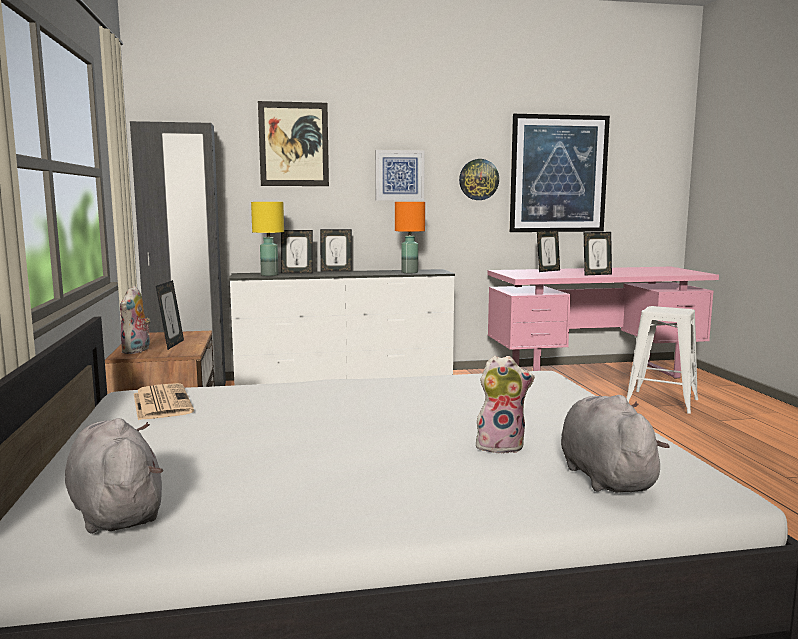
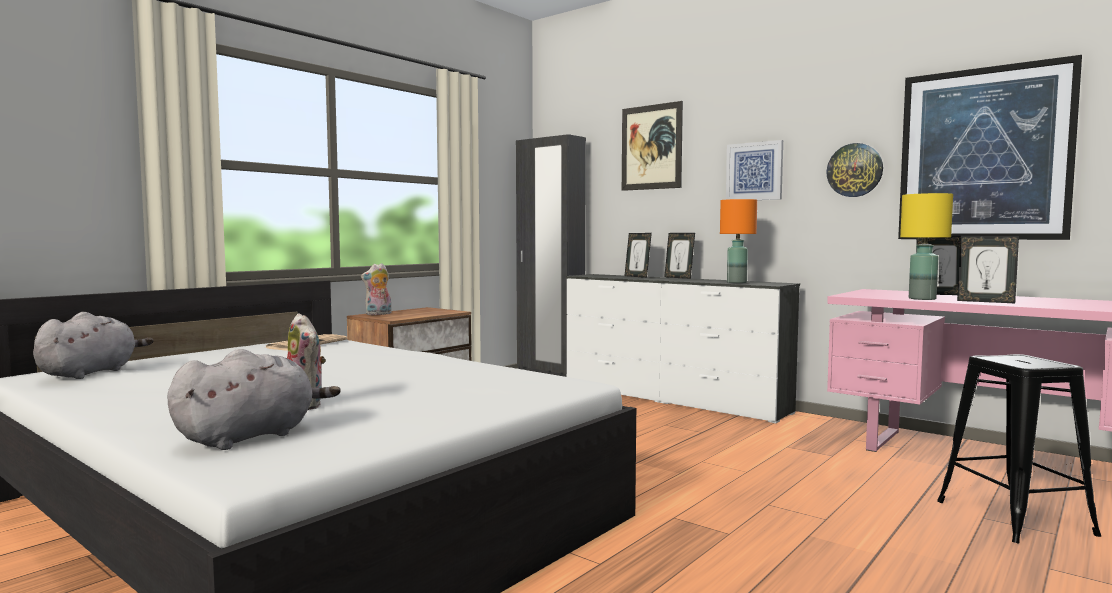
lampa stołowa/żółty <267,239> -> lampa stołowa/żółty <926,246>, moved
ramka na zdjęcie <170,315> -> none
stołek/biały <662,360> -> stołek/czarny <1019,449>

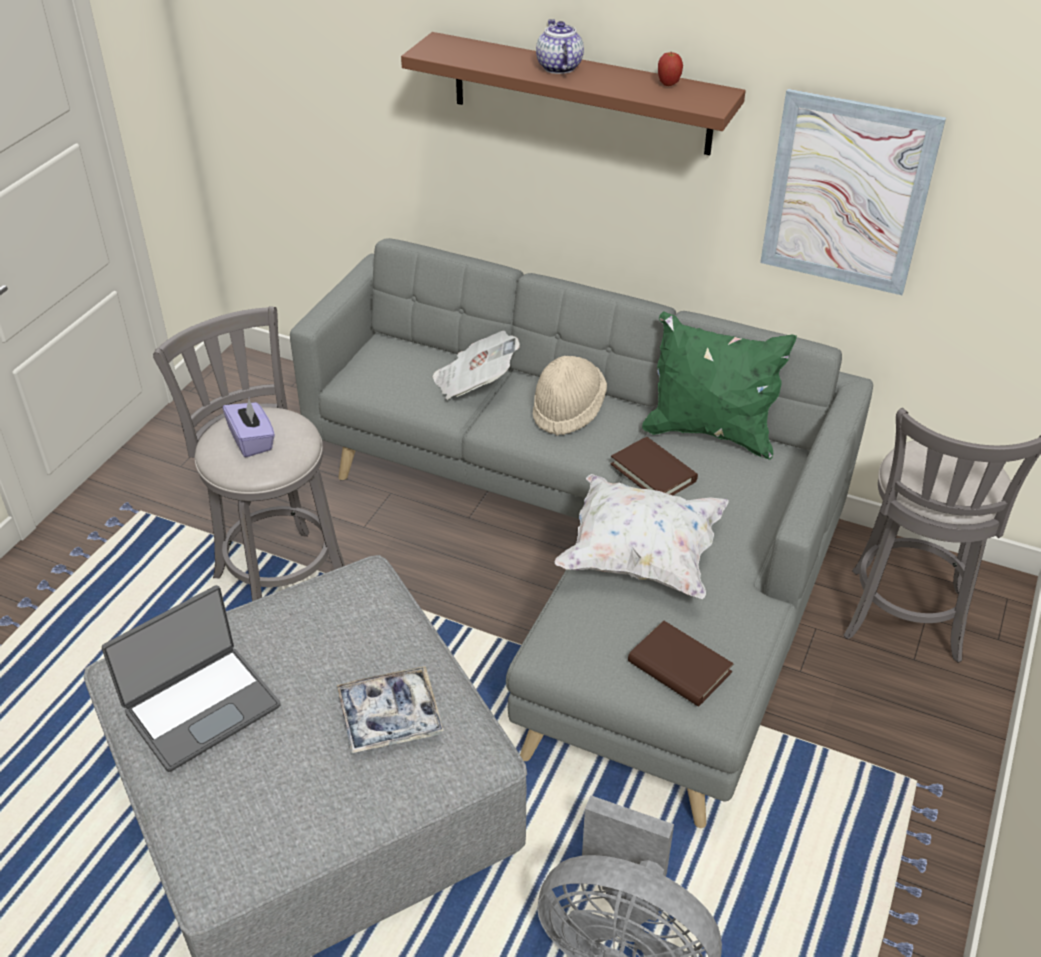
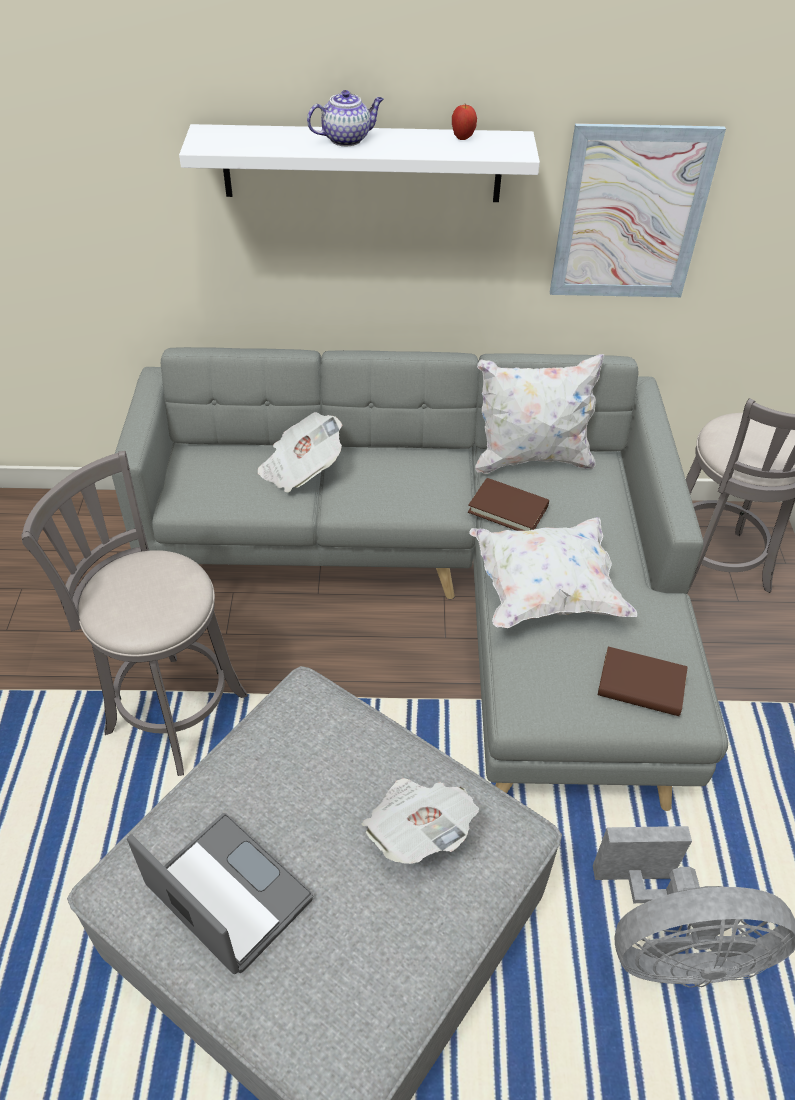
imbryk <560,46> -> imbryk <345,118>, 105 degrees clockwise
półka/brązowy <573,93> -> półka/biały <359,163>
poduszka/zielony <719,385> -> poduszka/biały <539,414>
kapelusz/beżowy <569,396> -> none
pudełko chusteczek/fioletowy <248,428> -> none
laptop <191,678> -> laptop <220,893>, 75 degrees counterclockwise
taca <390,710> -> gazeta <420,821>

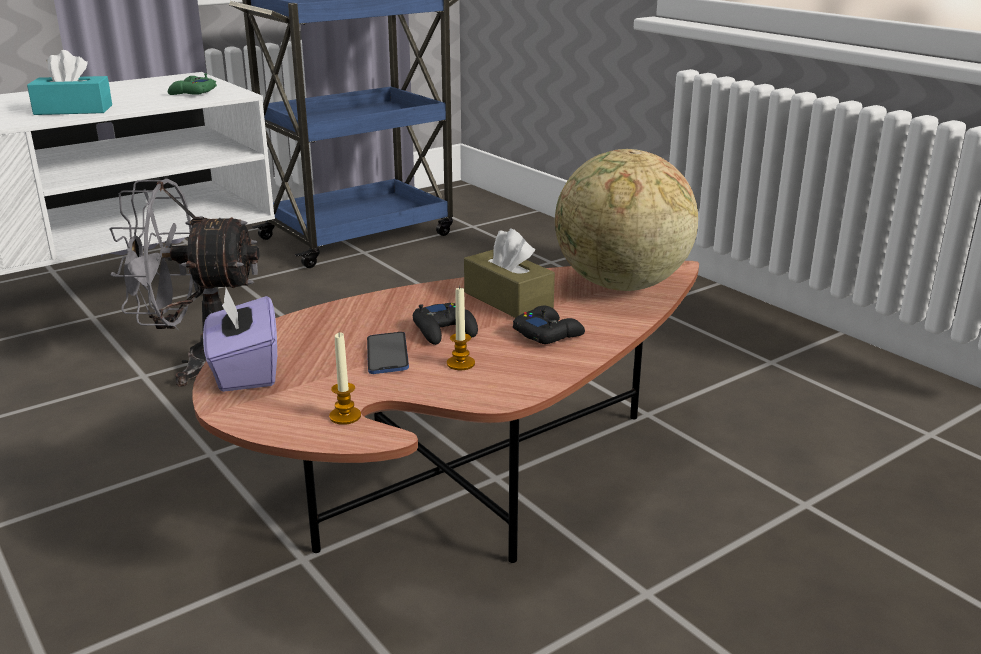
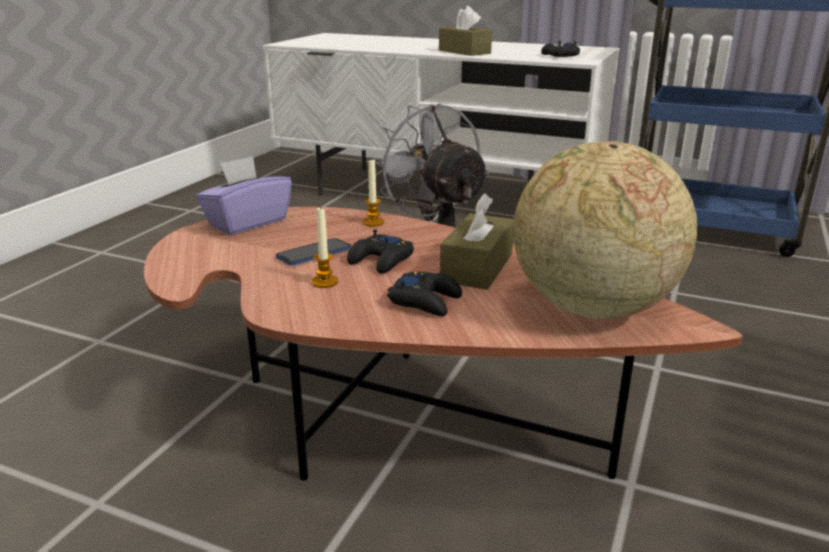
pudełko chusteczek/turkusowy <69,82> -> pudełko chusteczek/brązowy <465,31>
pad do gier/zielony <192,84> -> pad do gier/czarny <560,49>
świeca <345,379> -> świeca <373,192>, moved

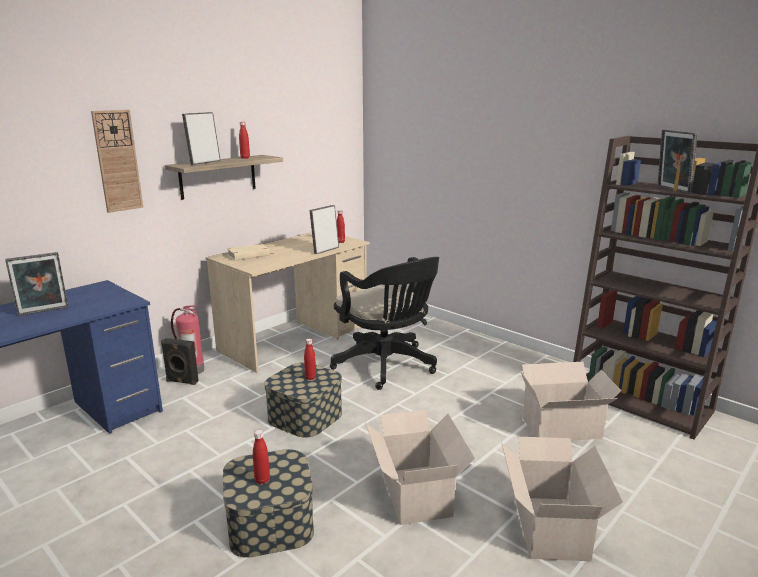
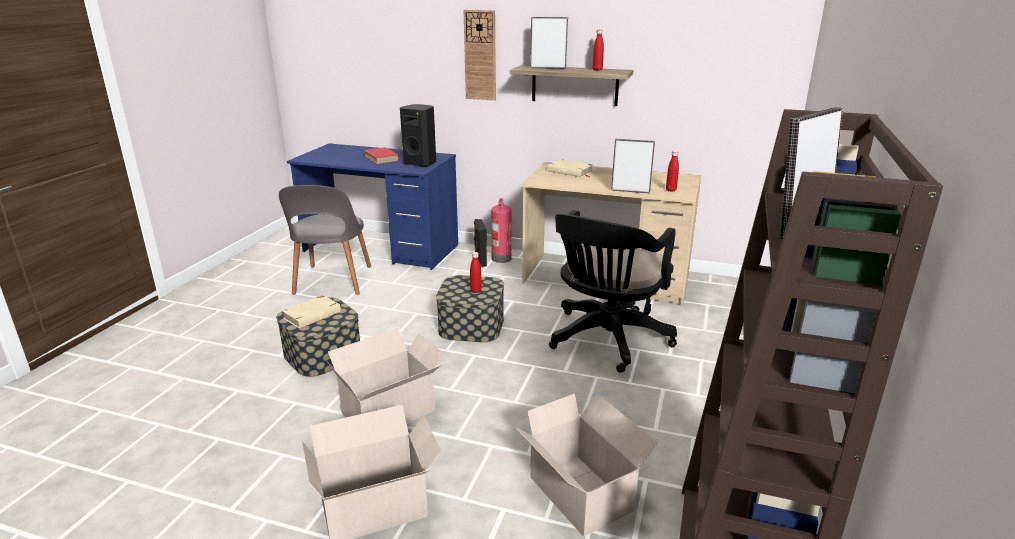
ramka na zdjęcie <36,284> -> książka/czerwony <381,156>
butelka/czerwony <261,457> -> książka/beżowy <313,312>
none -> głośnik/czarny <418,135>
none -> krzesło/szary <325,240>

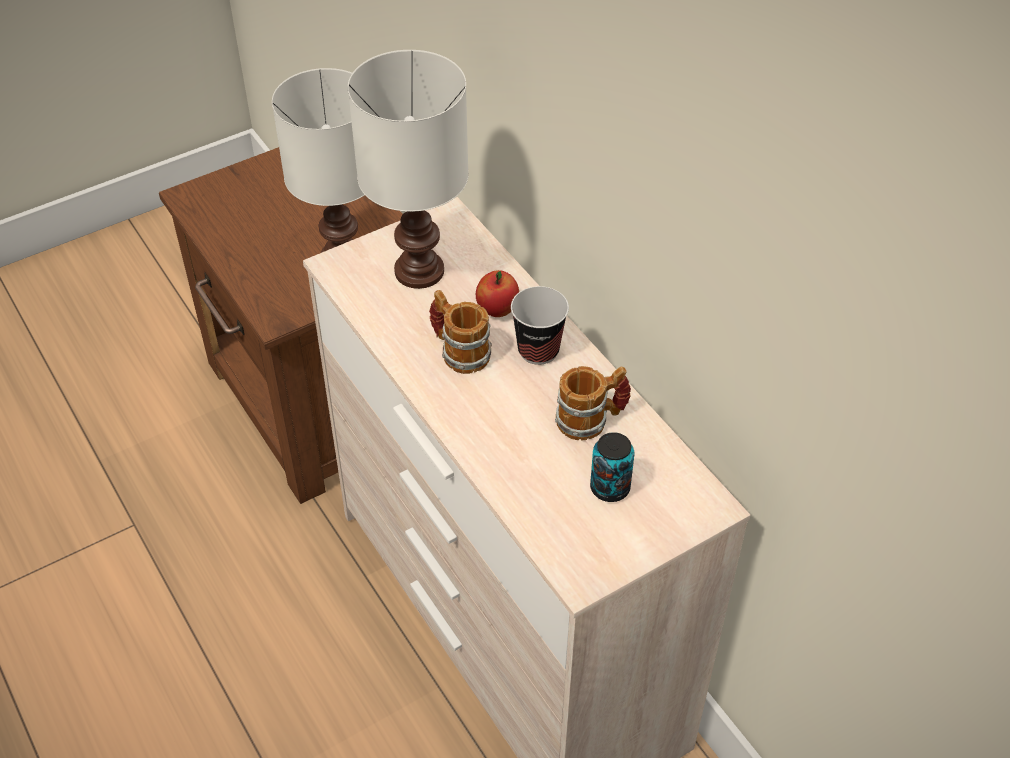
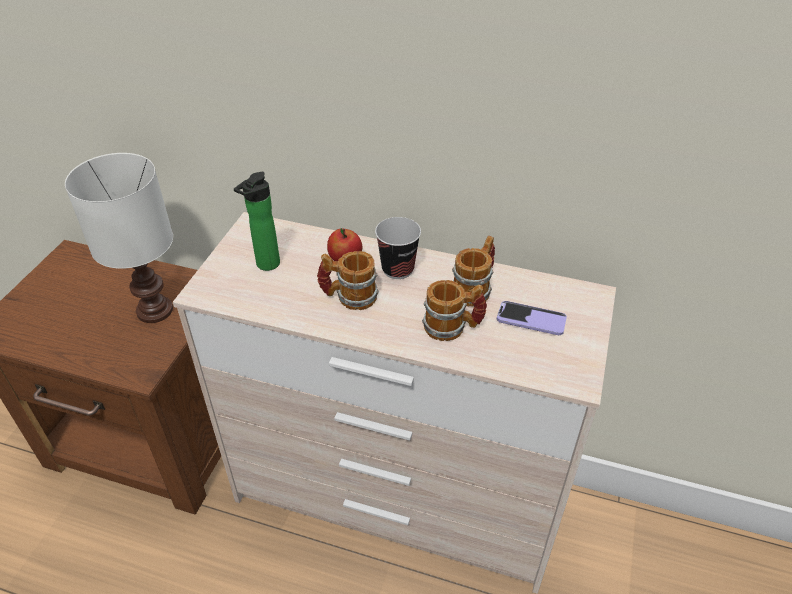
lampa stołowa/biały <408,169> -> butelka <257,221>
puszka <612,467> -> telefon <532,318>
none -> kubek <454,310>

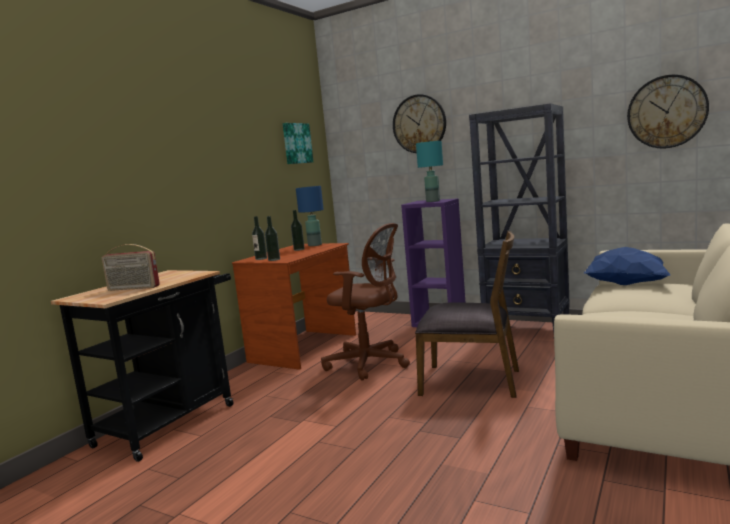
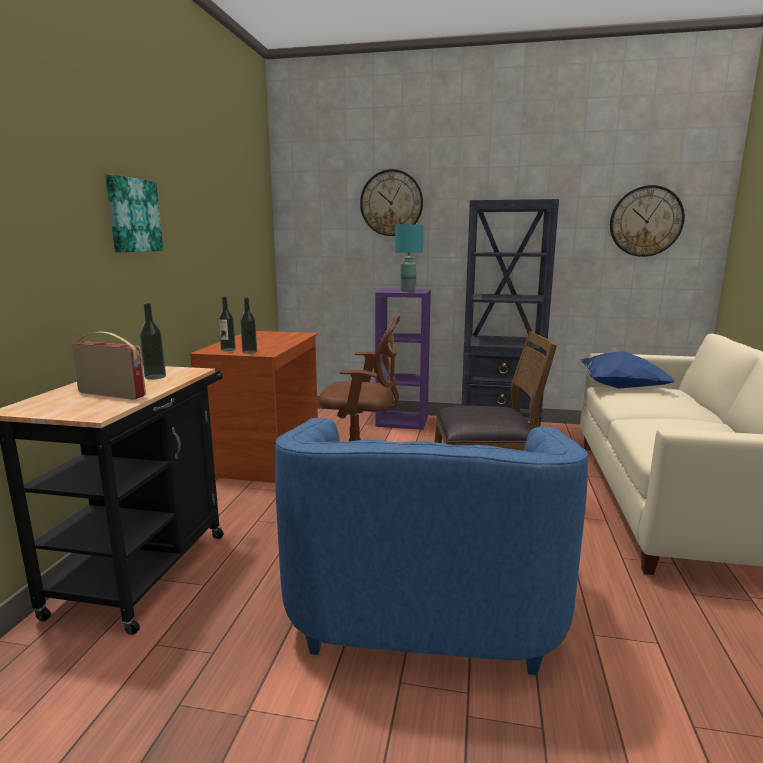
obraz <298,143> -> obraz <134,213>, moved
lampa stołowa/niebieski <310,216> -> none
butelka <298,230> -> butelka <152,341>, moved
radio <131,267> -> radio <108,366>, 150 degrees counterclockwise
none -> fotel/niebieski <431,546>

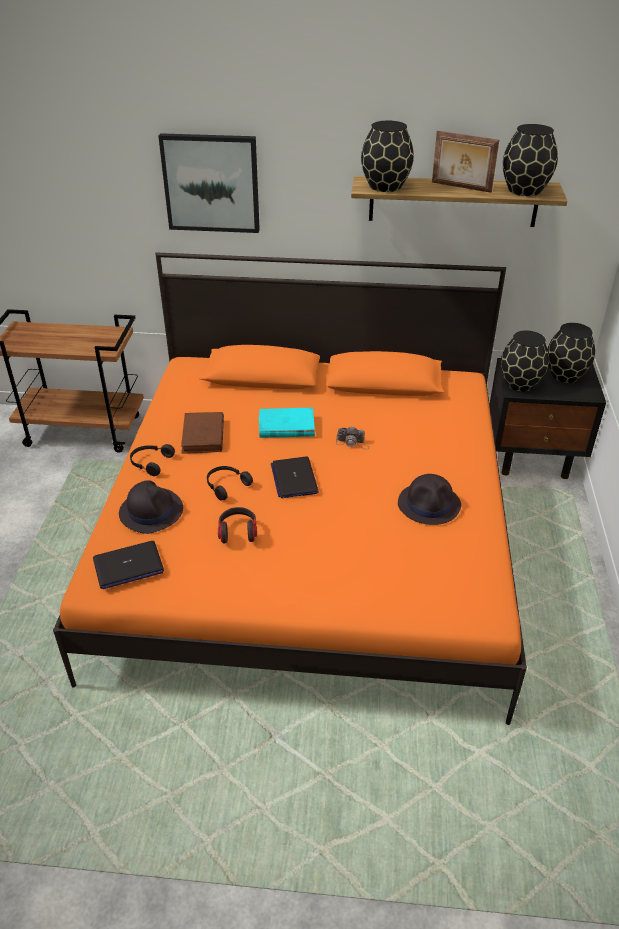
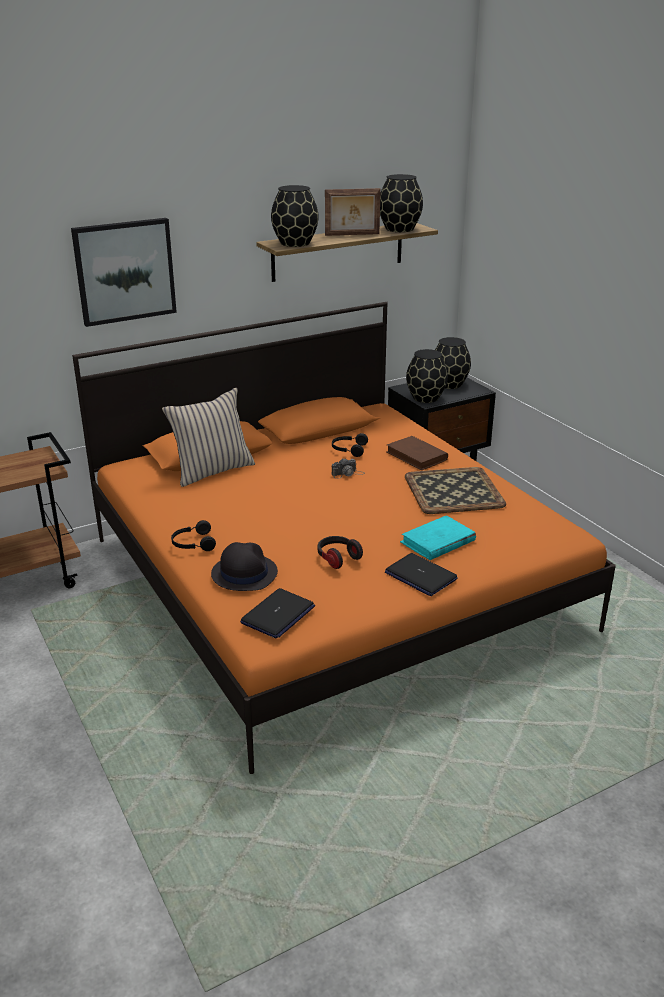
książka/turkusowy <287,423> -> książka/turkusowy <438,537>, moved
książka/brązowy <202,433> -> książka/brązowy <417,453>, moved
laptop <295,477> -> laptop <421,574>, moved
słuchawki/czarny <230,483> -> słuchawki/czarny <350,445>, moved
kapelusz/czarny <429,499> -> taca <455,490>
none -> poduszka/beżowy <208,437>

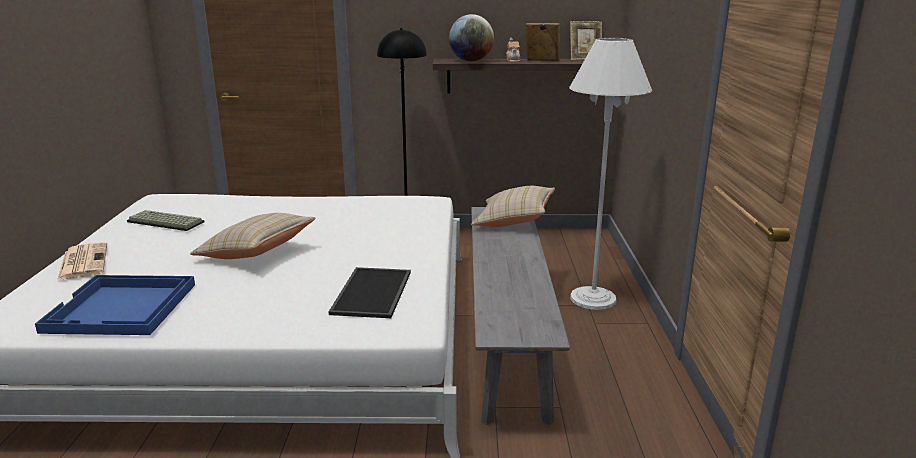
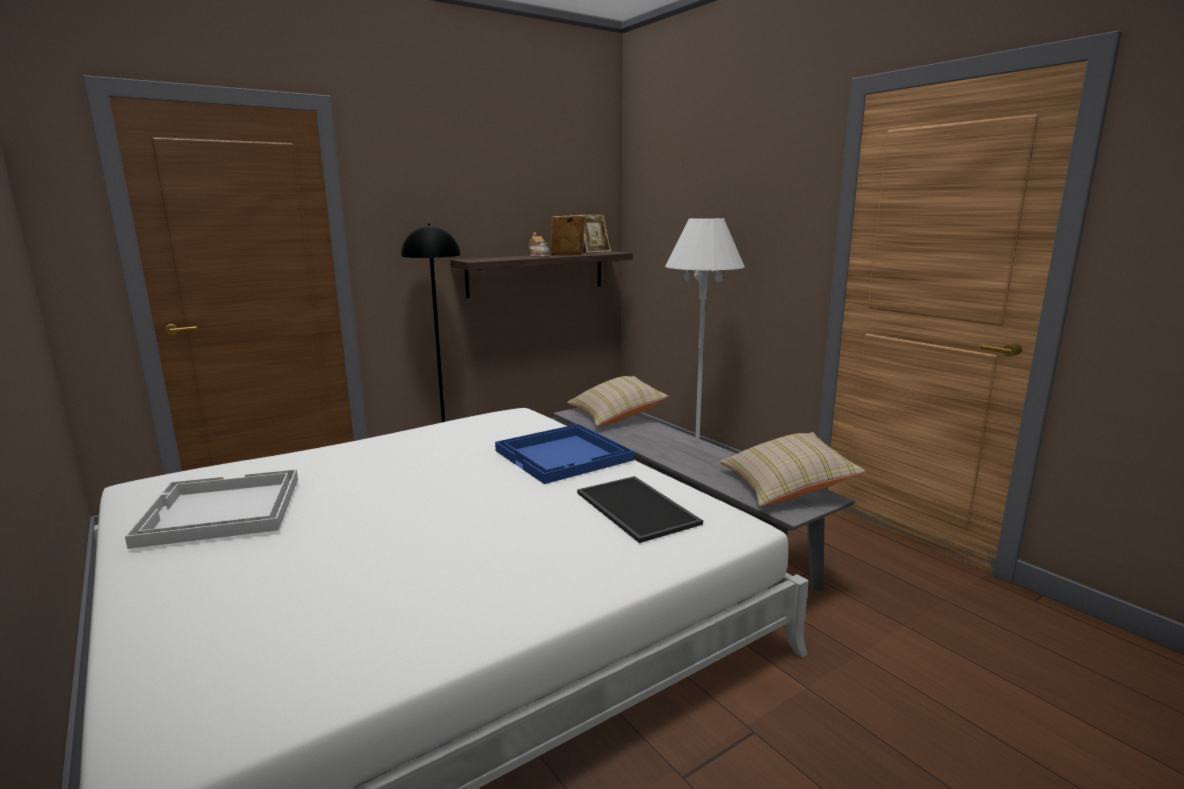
globus <471,37> -> none
klawiatura <166,220> -> taca/biały <211,509>
poduszka/beżowy <253,236> -> poduszka/beżowy <792,469>, moved
gazeta <82,261> -> none
taca/niebieski <115,305> -> taca/niebieski <564,454>, moved

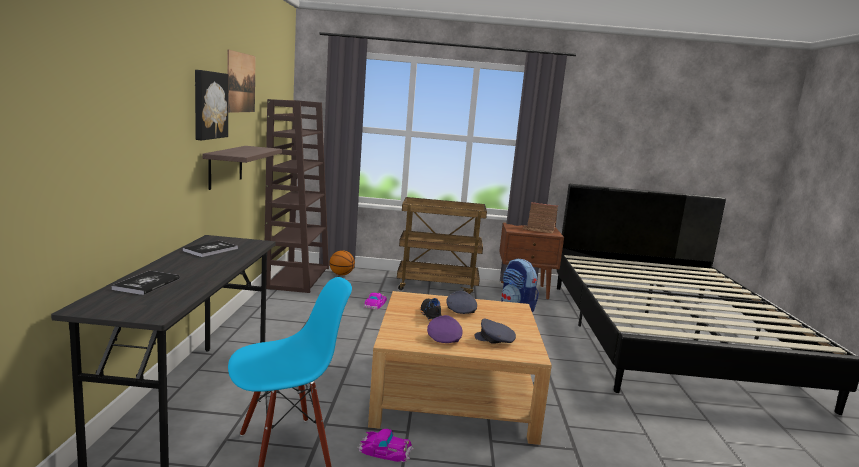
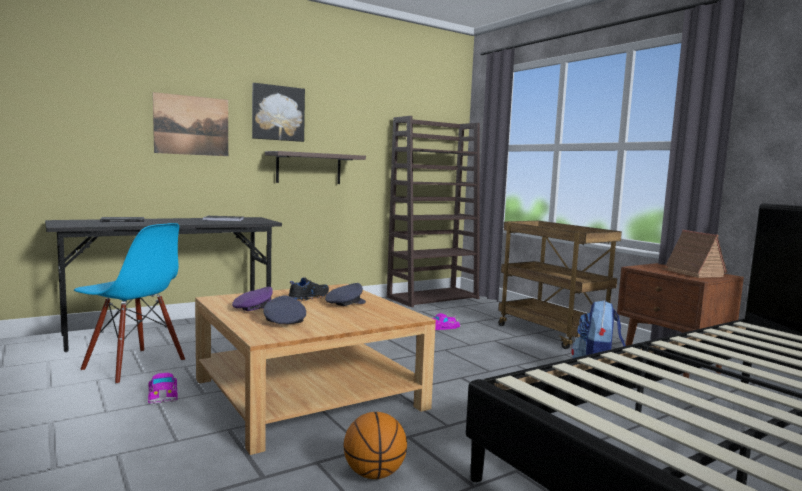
obraz <241,81> -> obraz <190,124>, moved
piłka do koszykówki <342,262> -> piłka do koszykówki <375,445>, moved

